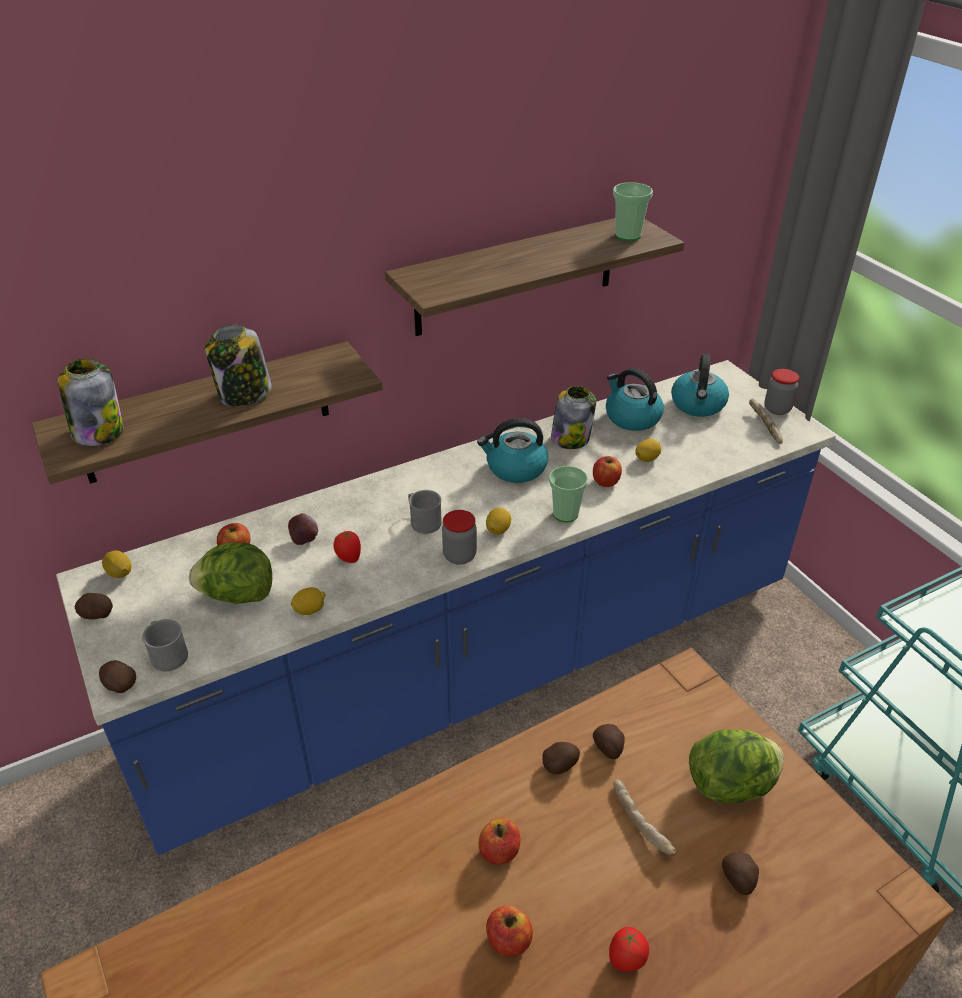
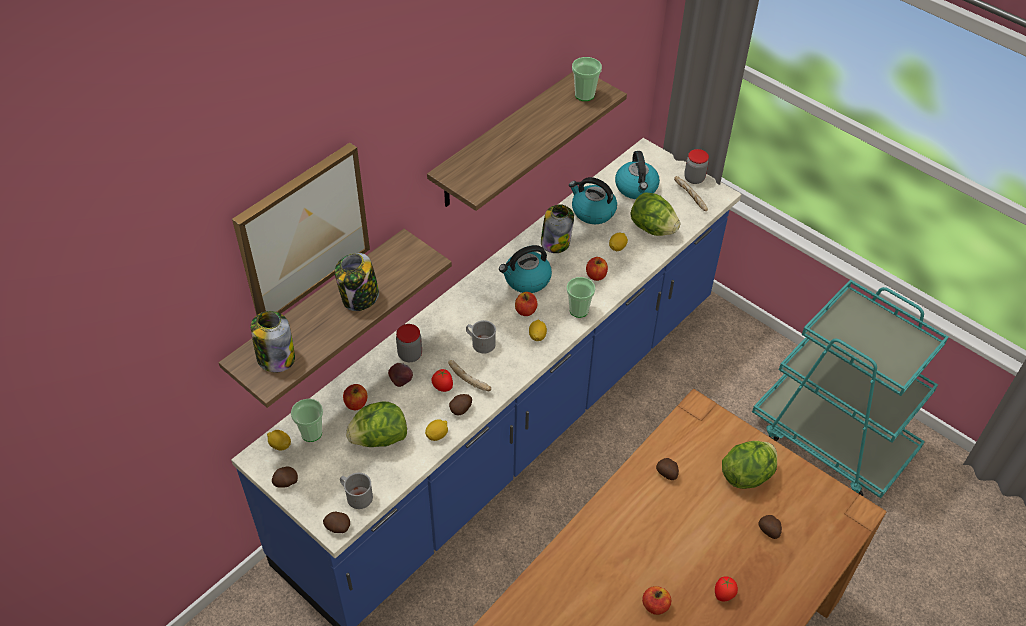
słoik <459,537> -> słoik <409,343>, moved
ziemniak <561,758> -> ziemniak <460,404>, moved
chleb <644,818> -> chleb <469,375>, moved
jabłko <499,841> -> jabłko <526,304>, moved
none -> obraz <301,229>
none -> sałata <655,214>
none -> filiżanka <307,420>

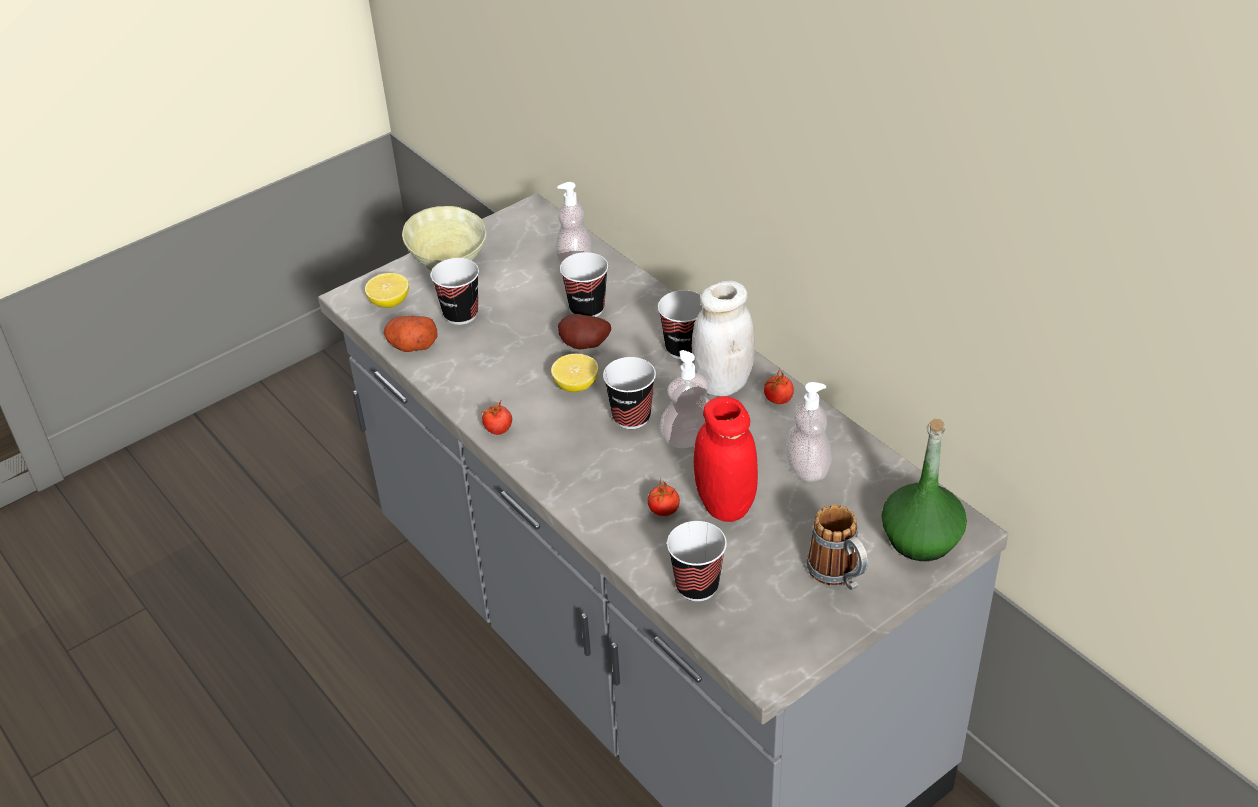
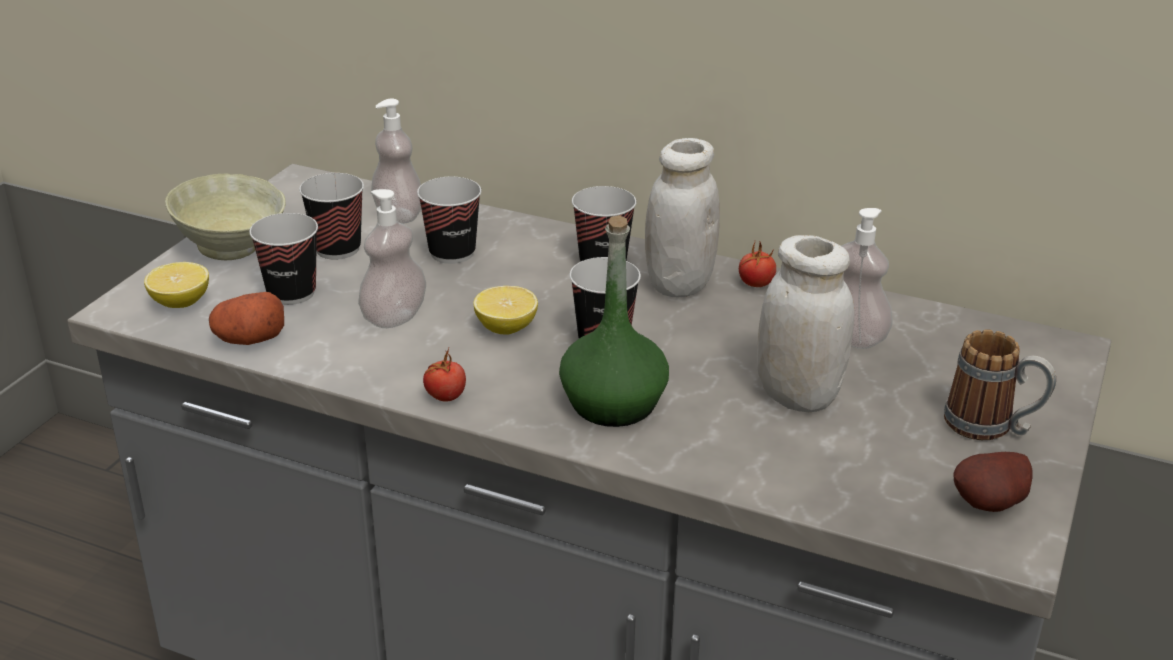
ziemniak <584,332> -> ziemniak <993,482>, moved
dozownik mydła <684,399> -> dozownik mydła <392,258>, moved
słoik/czerwony <726,459> -> słoik/biały <805,323>
butelka/zielony <924,490> -> butelka/zielony <614,321>, moved
pomidor <663,497> -> none
filiżanka <697,561> -> filiżanka <331,216>, moved

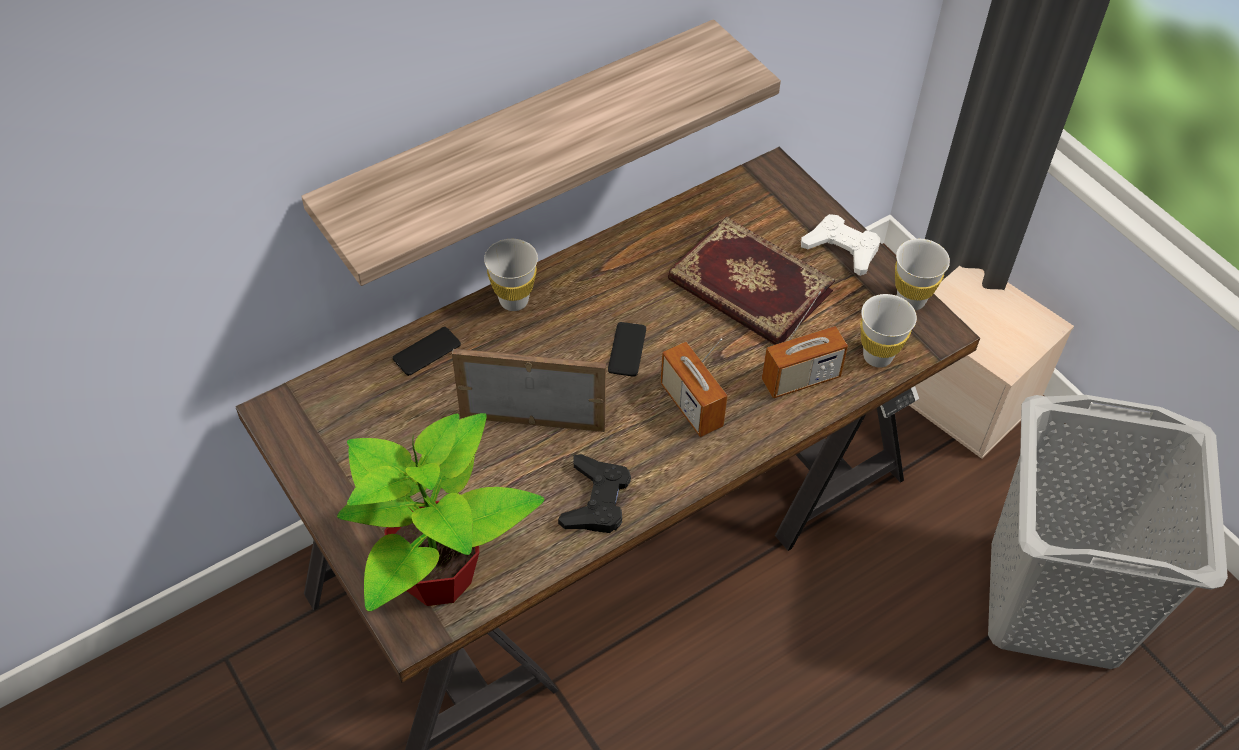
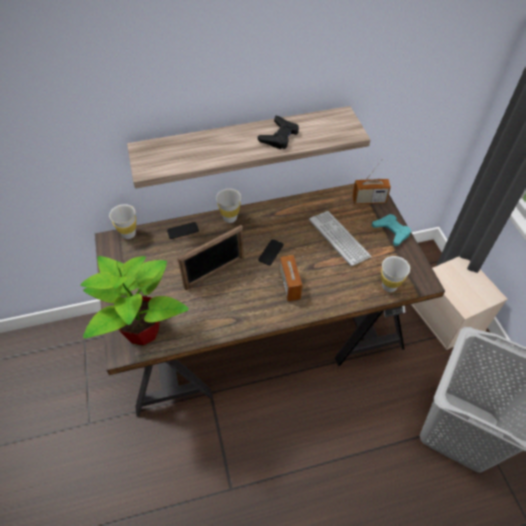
pad do gier/biały <840,245> -> pad do gier/turkusowy <391,230>
książka <751,281> -> klawiatura <340,238>
filiżanka/biały <922,275> -> filiżanka/biały <122,221>, moved
radio <805,345> -> radio <371,181>, moved
ramka na zdjęcie <529,390> -> ramka na zdjęcie <211,257>, 120 degrees clockwise
pad do gier/czarny <594,493> -> pad do gier/czarny <278,132>, moved

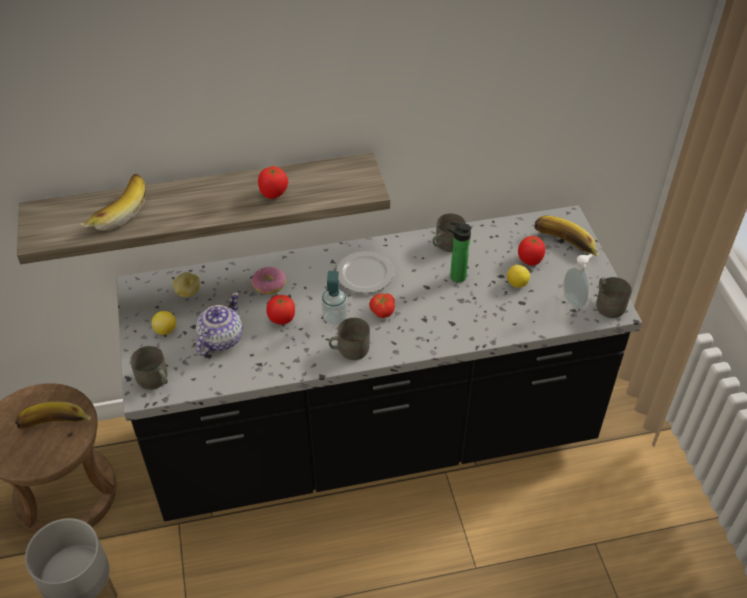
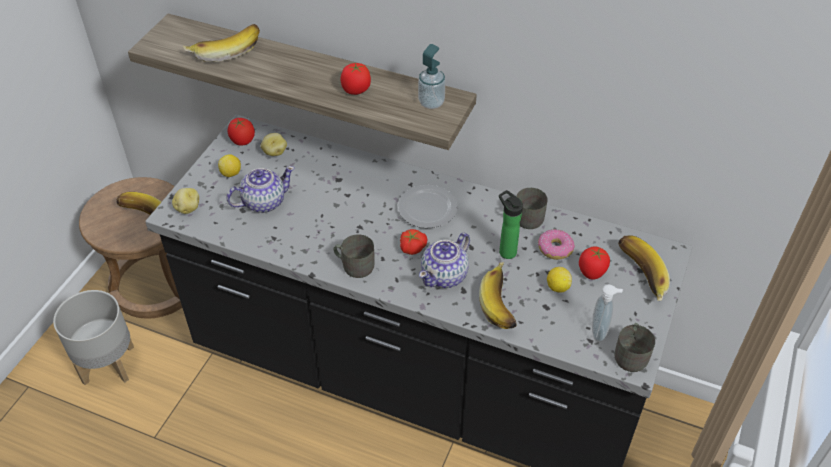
donut <268,281> -> donut <556,244>, moved
dozownik mydła <334,298> -> dozownik mydła <432,76>, moved
pomidor <280,309> -> pomidor <241,132>, moved
kubek/szary <149,368> -> ziemniak <185,201>
none -> imbryk <444,260>
none -> banan <498,295>

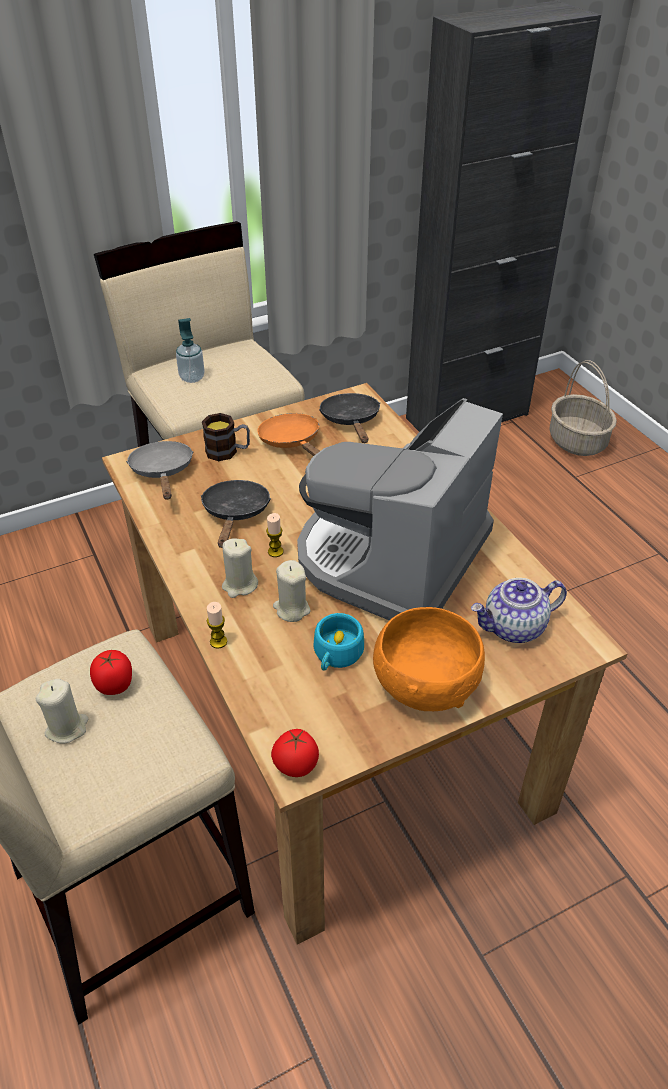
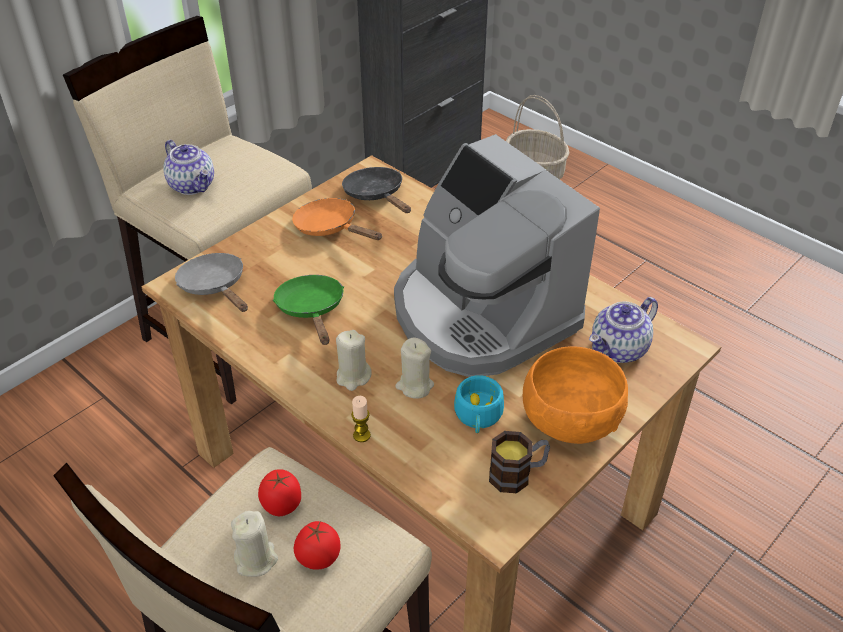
dozownik mydła <190,350> -> imbryk <188,167>
ekspres do kawy <400,509> -> ekspres do kawy <497,255>, 45 degrees counterclockwise
kubek <226,437> -> kubek <519,462>, moved
patelnia/czarny <236,514> -> patelnia/zielony <308,310>
świeca <274,535> -> none
pomidor <295,753> -> pomidor <317,545>, moved

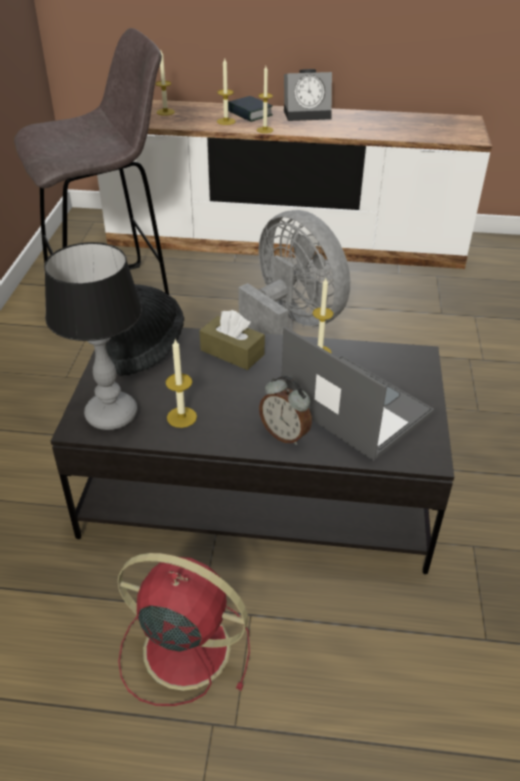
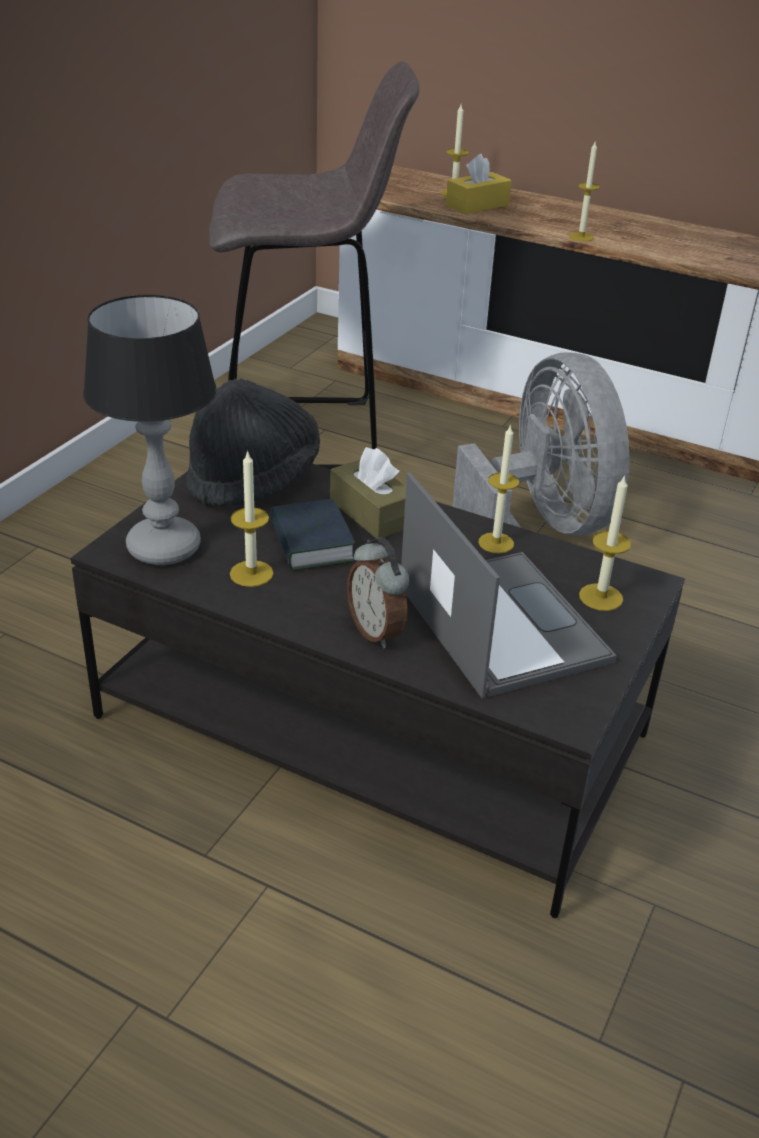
świeca <226,91> -> świeca <605,542>, moved
budzik <308,95> -> none
książka <250,109> -> książka <312,535>, moved
wentylator/czerwony <183,629> -> none
none -> pudełko chusteczek/żółty <478,184>

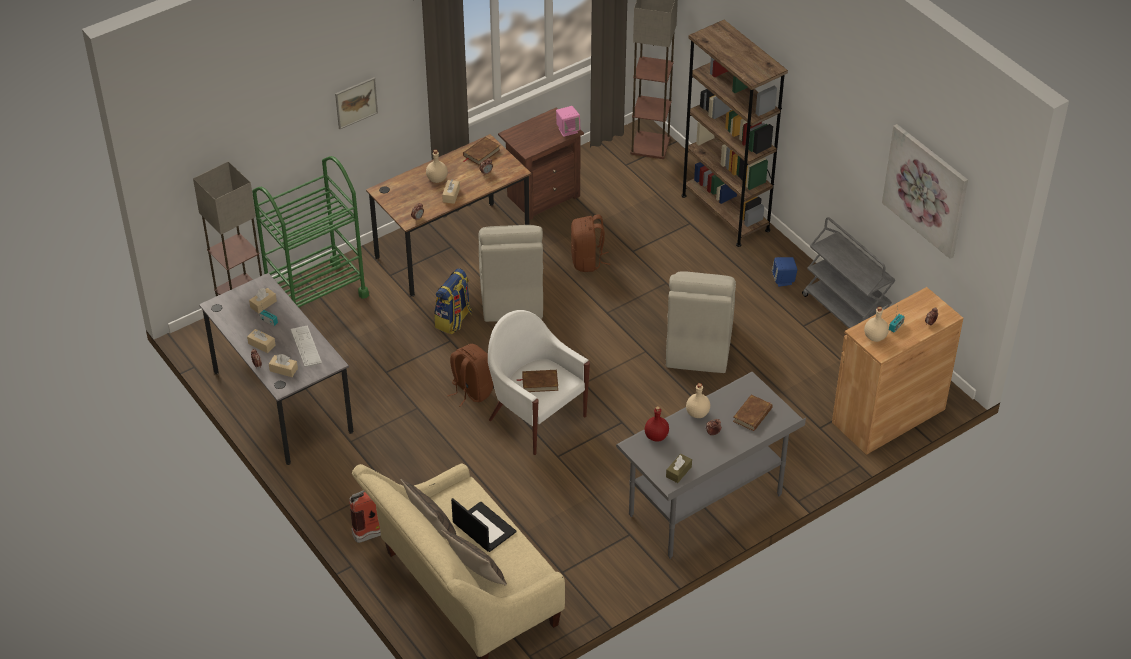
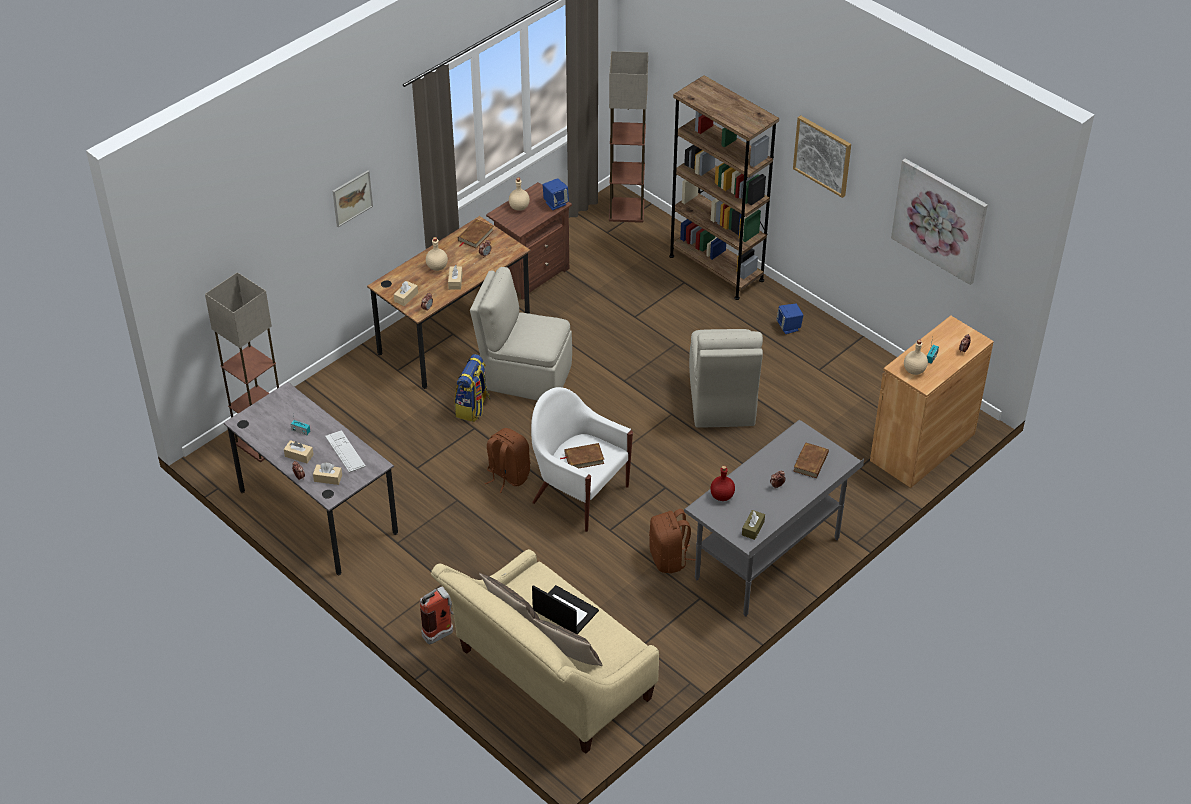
głośnik/różowy <568,121> -> głośnik/niebieski <556,194>
wózek/zielony <310,231> -> none
plecak/brązowy <590,243> -> plecak/brązowy <672,541>, moved
wózek/szary <849,272> -> none
krzesło/beżowy <510,273> -> krzesło/beżowy <521,334>, 120 degrees clockwise
pudełko chusteczek/beżowy <263,301> -> pudełko chusteczek/beżowy <406,293>, moved
butelka/beżowy <698,400> -> butelka/beżowy <519,194>, moved
none -> obraz <822,156>

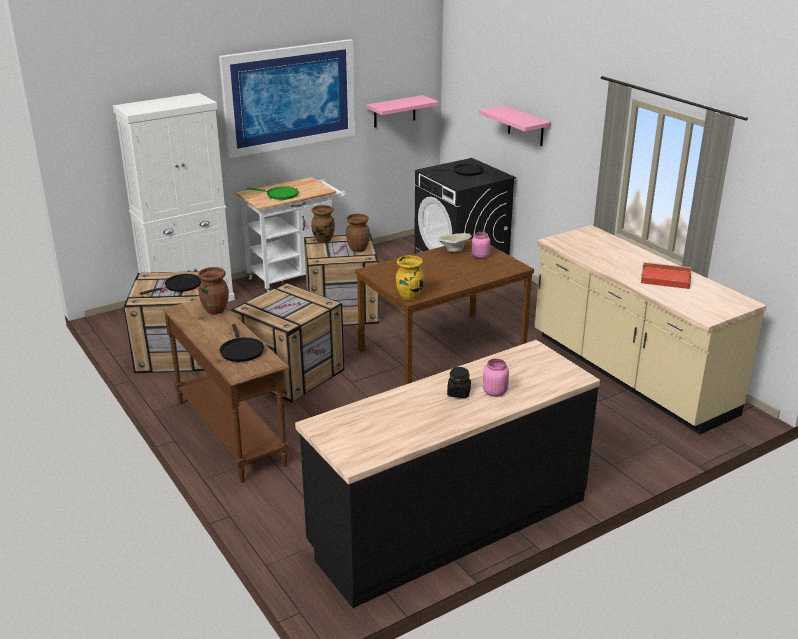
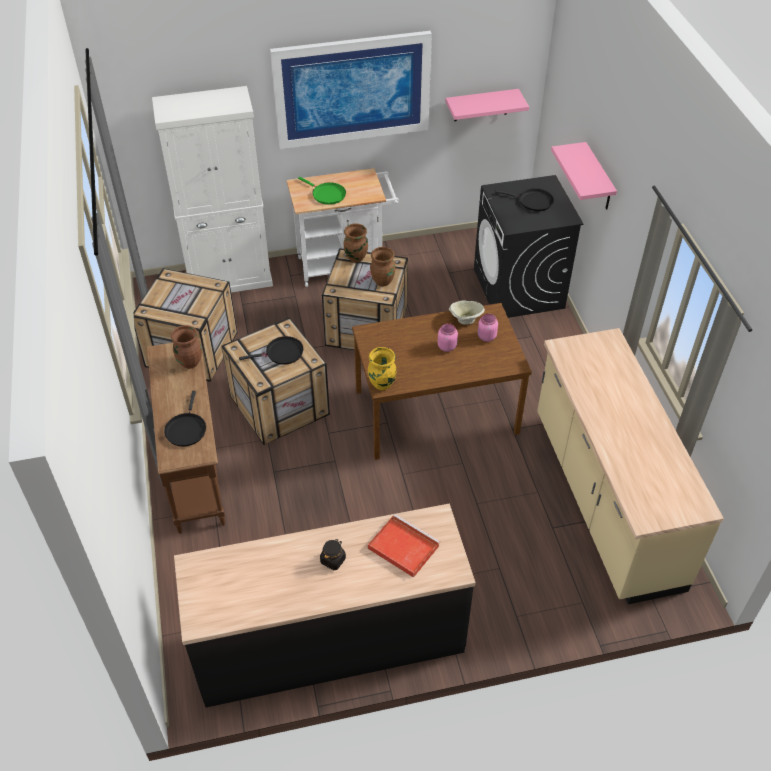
taca/czerwony <666,275> -> taca/czerwony <404,546>, moved
patelnia/czarny <170,284> -> patelnia/czarny <271,350>, moved
słoik/różowy <496,378> -> słoik/różowy <447,337>, moved

